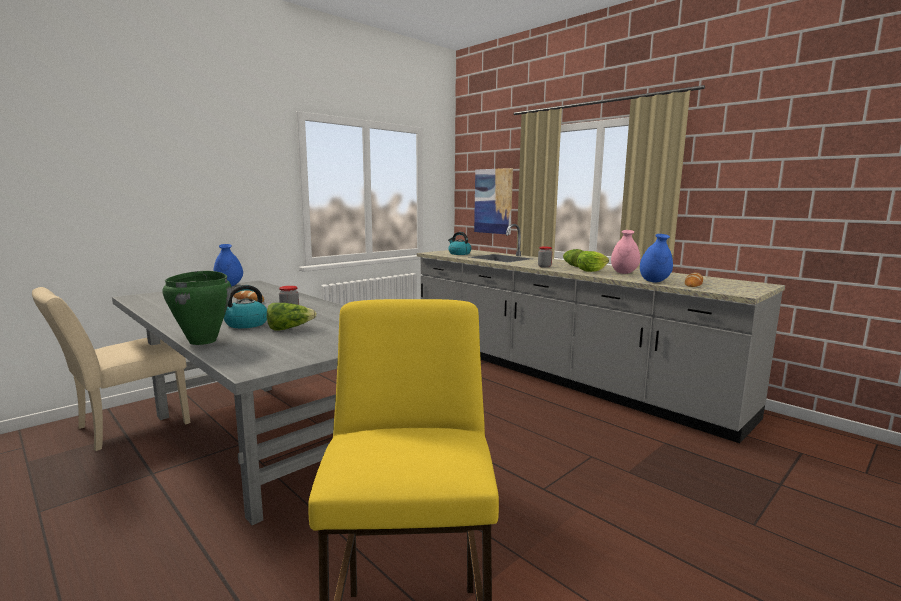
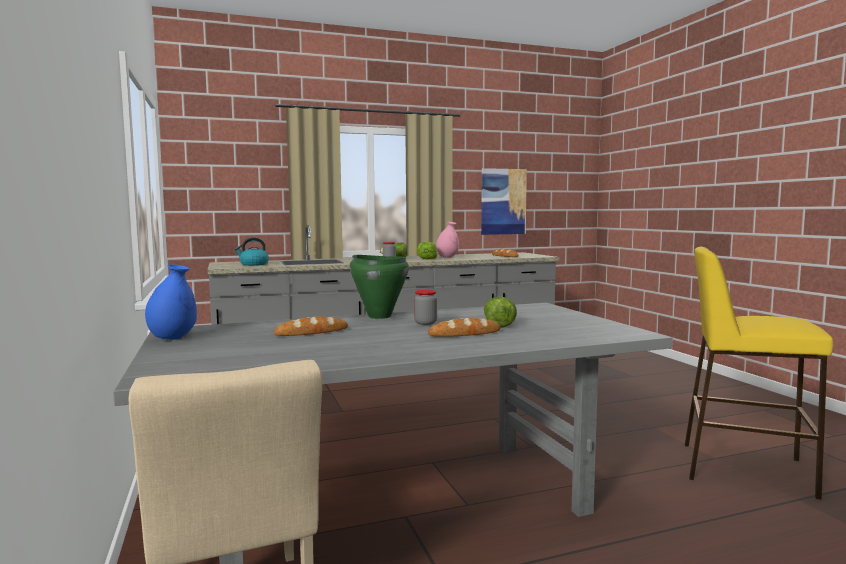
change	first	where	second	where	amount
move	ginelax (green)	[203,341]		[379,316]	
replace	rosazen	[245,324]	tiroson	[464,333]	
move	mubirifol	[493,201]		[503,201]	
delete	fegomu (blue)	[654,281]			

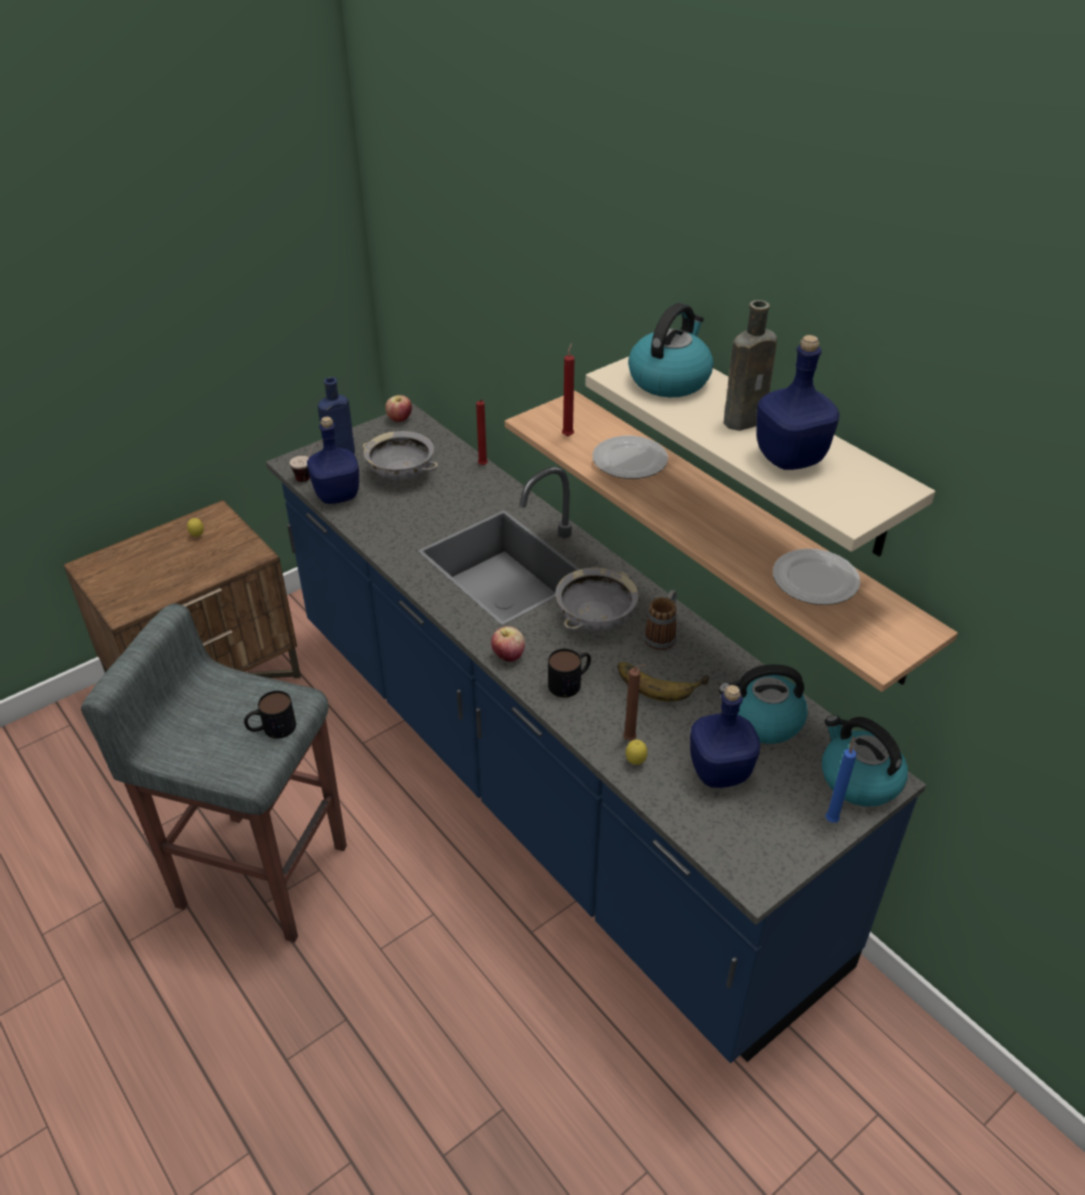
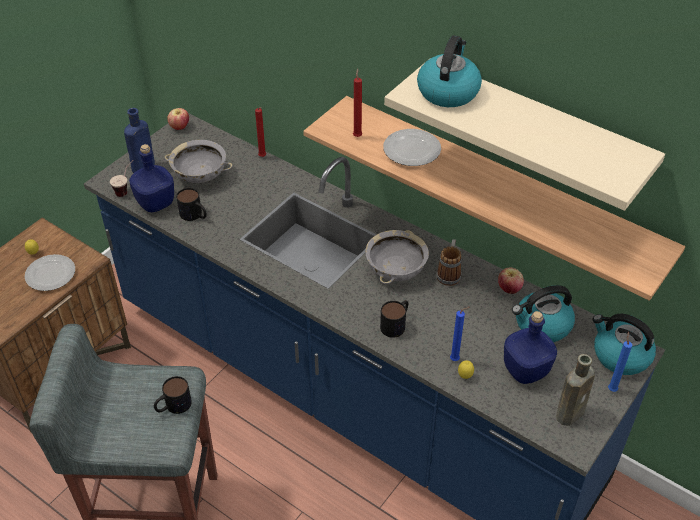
change	first	where	second	where	amount
move	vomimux	[816,580]		[51,274]	
insert			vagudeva	[194,215]	
recolor	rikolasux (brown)	[631,739]	rikolasux (blue)	[456,359]	
move	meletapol	[508,656]		[509,289]	
move	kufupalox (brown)	[747,420]		[571,412]	
delete	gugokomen	[660,679]			
delete	kufupalox (blue)	[791,457]			

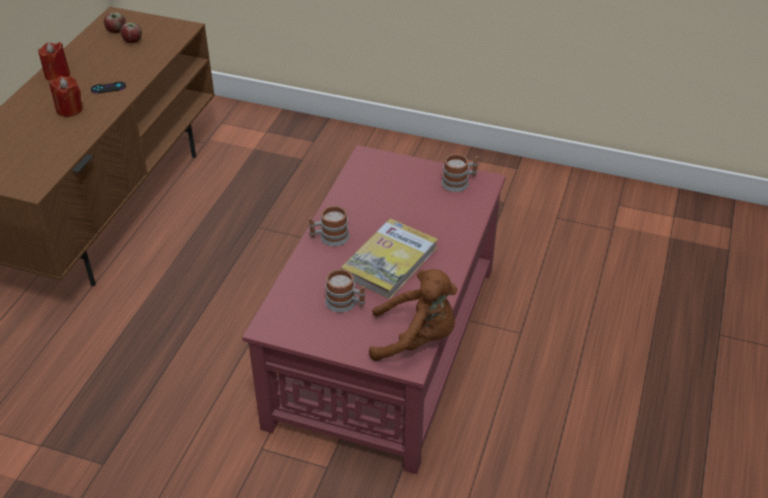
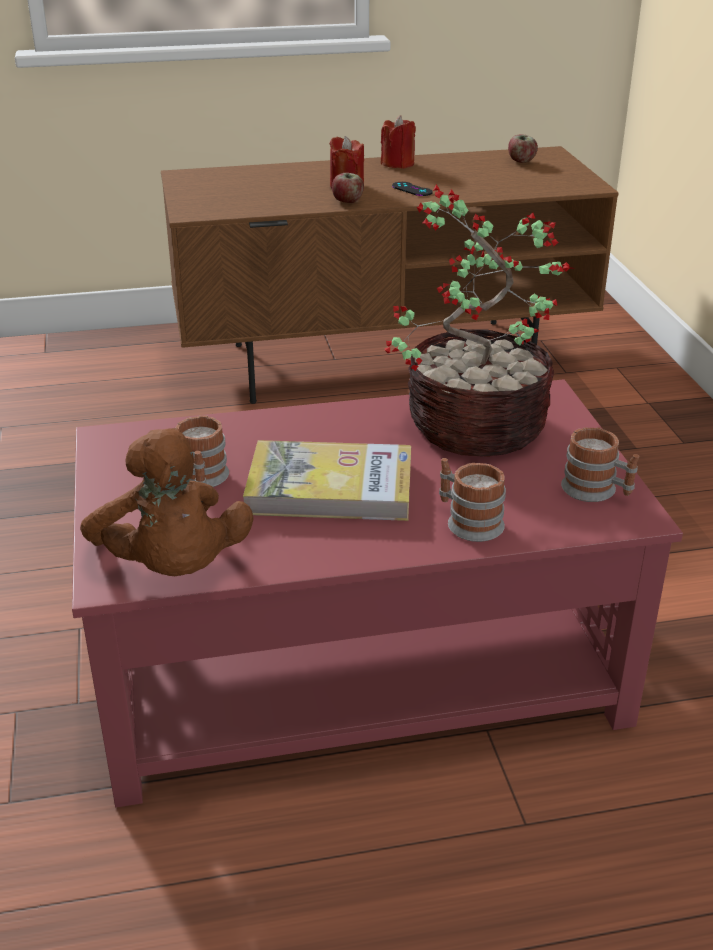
change	first	where	second	where	amount
move	meletapol	[133,41]		[348,202]	
insert			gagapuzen	[471,426]	
move	vagudeva	[329,238]		[468,521]	

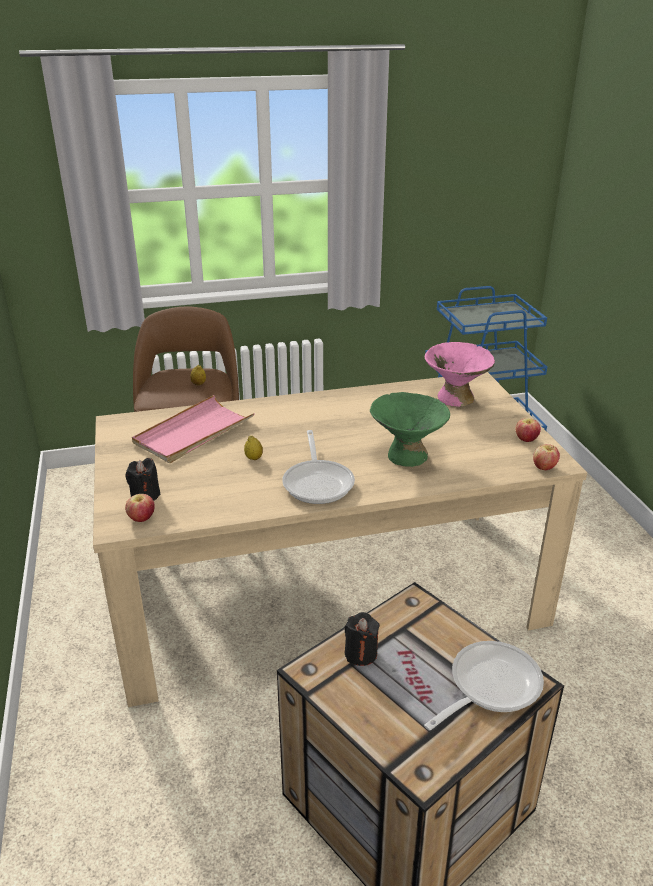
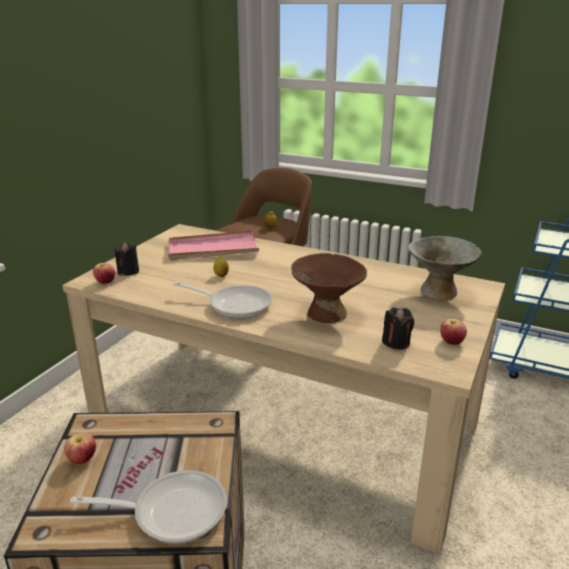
change	first	where	second	where	amount
move	meletapol	[544,467]		[82,459]	
rotate	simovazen	[318,482]		[235,304]	105 degrees counterclockwise
recolor	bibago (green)	[407,455]	bibago (brown)	[327,313]	
move	rikolasux (black)	[361,653]		[396,342]	
recolor	bibago (pink)	[455,398]	bibago (grey)	[439,291]	

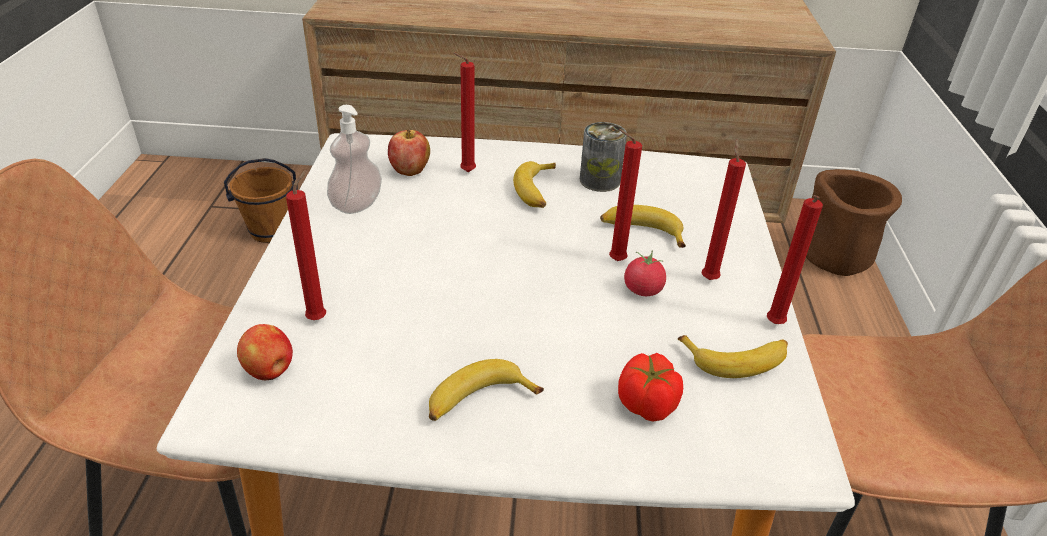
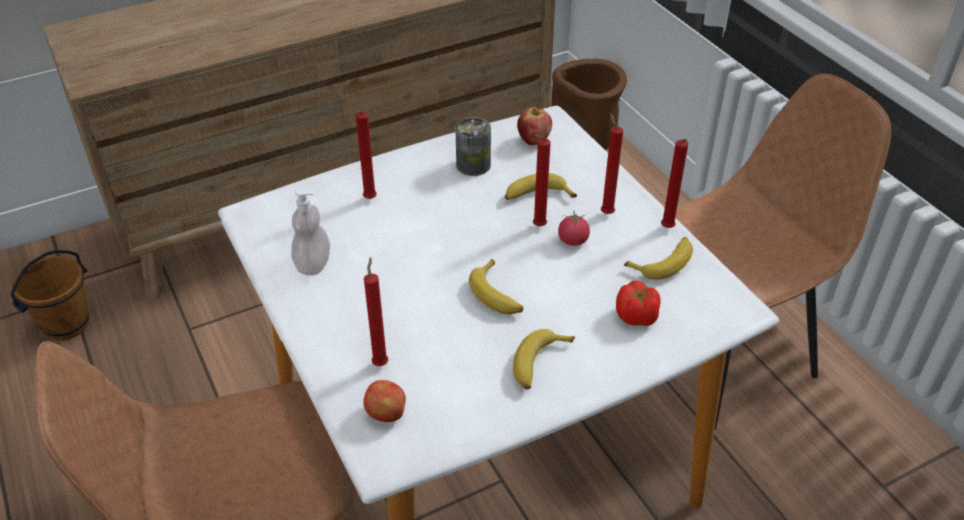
change	first	where	second	where	amount
move	gugokomen	[537,191]		[497,295]	
move	meletapol	[410,171]		[533,141]	

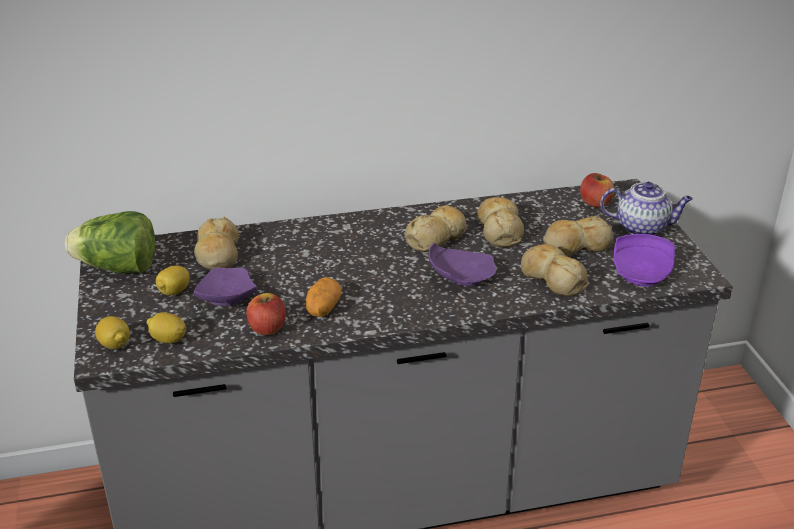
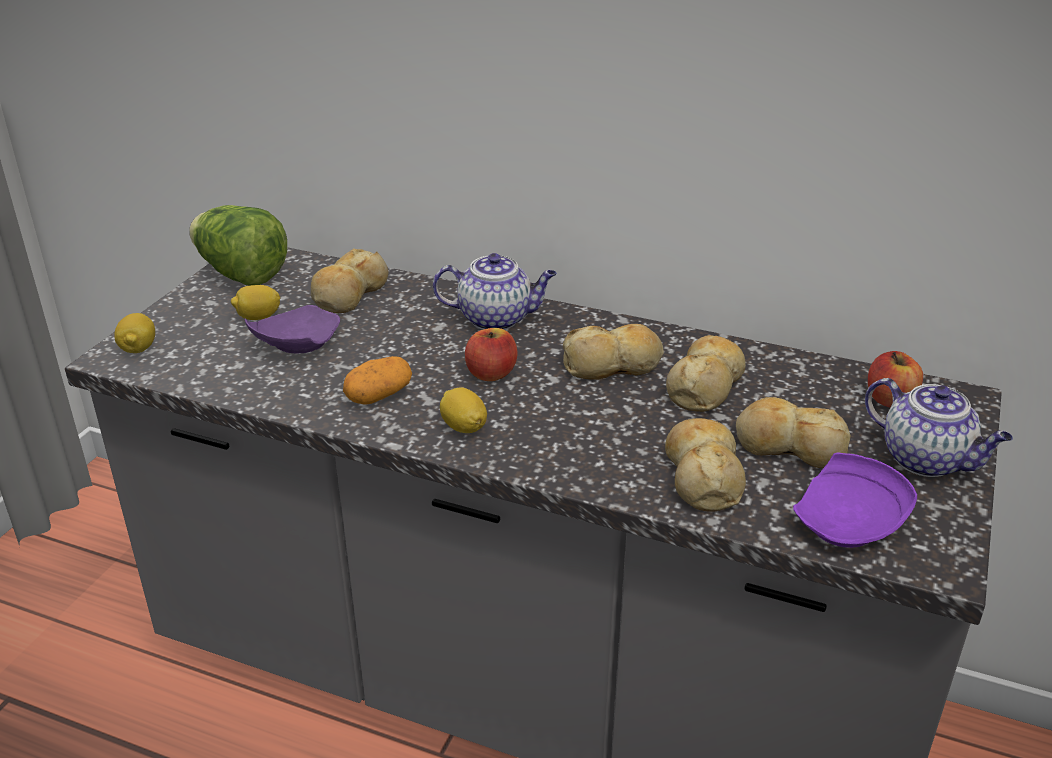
change	first	where	second	where	amount
insert			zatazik	[496,318]	
move	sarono	[168,339]		[463,427]	
move	meletapol	[267,328]		[491,373]	
delete	vomimux (purple)	[460,276]			

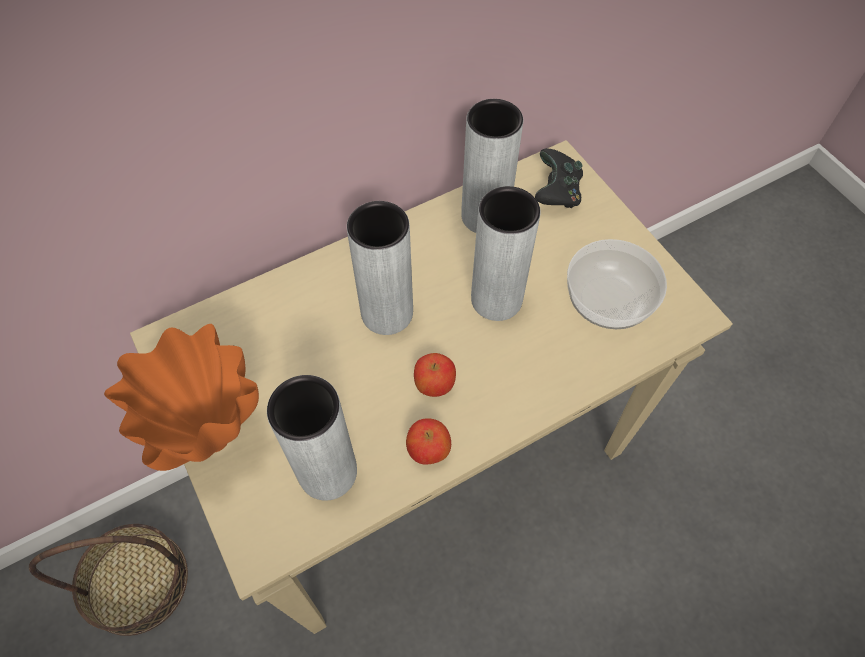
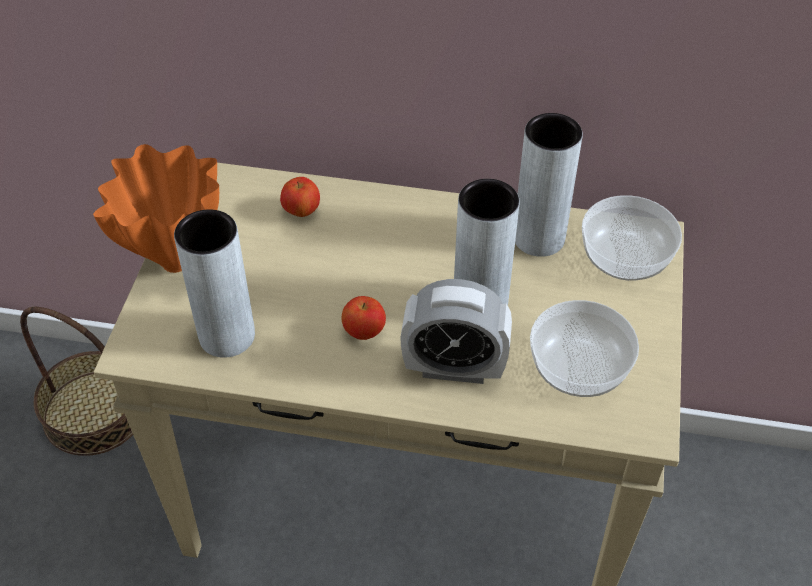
change	first	where	second	where	amount
move	meletapol	[428,450]		[301,211]	
insert			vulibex	[454,368]	
replace	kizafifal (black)	[557,192]	bibago	[625,257]	
delete	fegomu (grey)	[387,313]			

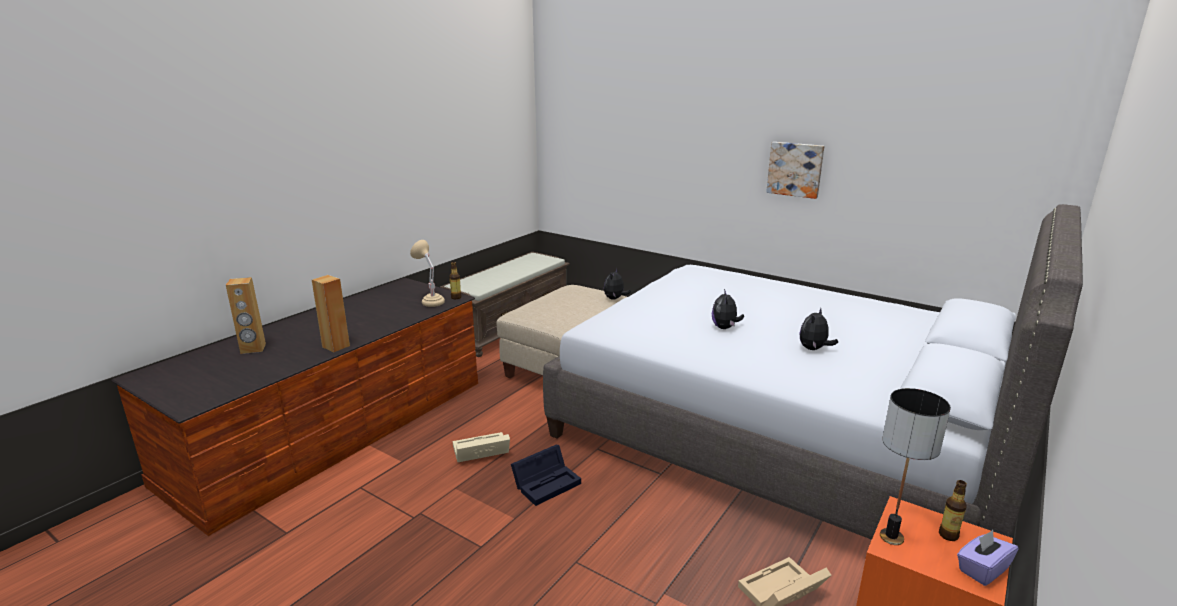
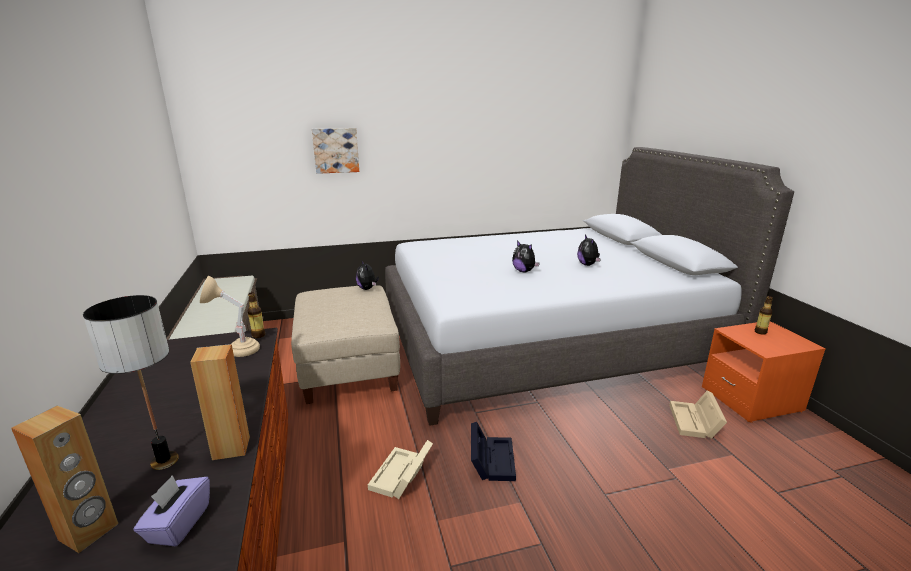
change	first	where	second	where	amount
move	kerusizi	[891,537]		[164,461]	
move	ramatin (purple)	[982,569]		[178,524]	
move	mubirifol	[795,169]		[336,150]	

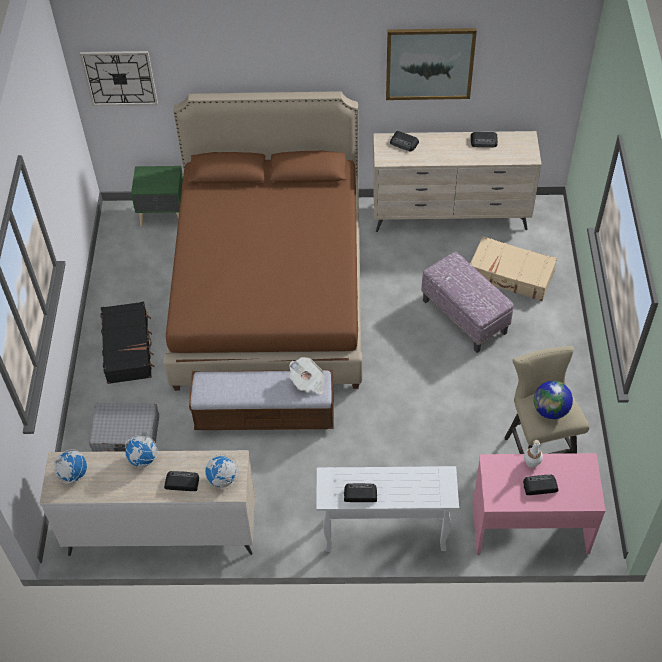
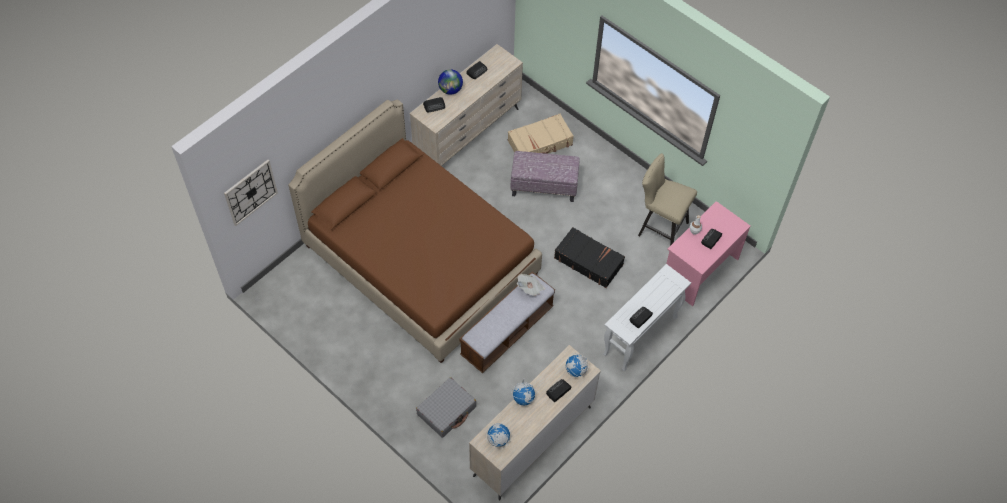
change	first	where	second	where	amount
move	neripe	[550,410]		[450,90]	
move	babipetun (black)	[128,348]		[588,261]	
delete	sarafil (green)	[163,215]			
delete	mubirifol	[429,63]			

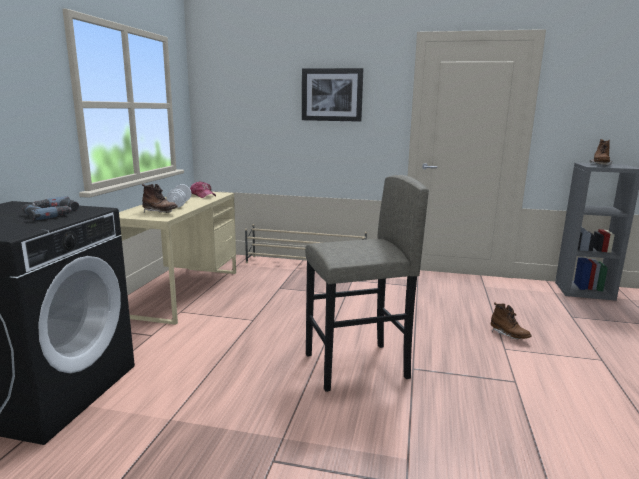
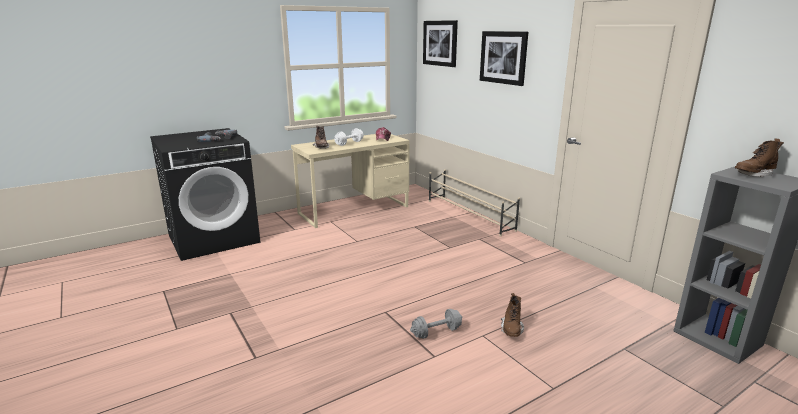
change	first	where	second	where	amount
insert			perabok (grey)	[436,332]	
insert			mubirifol	[440,43]	
delete	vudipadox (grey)	[356,367]			

